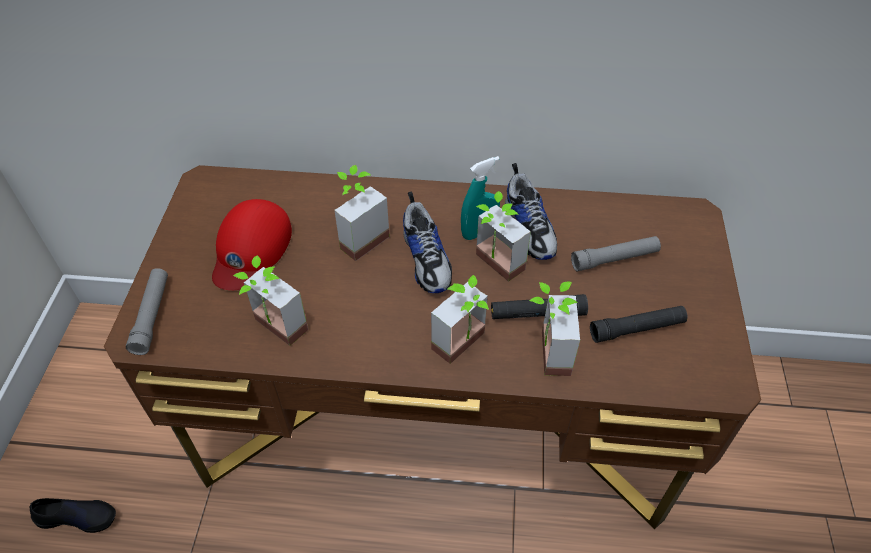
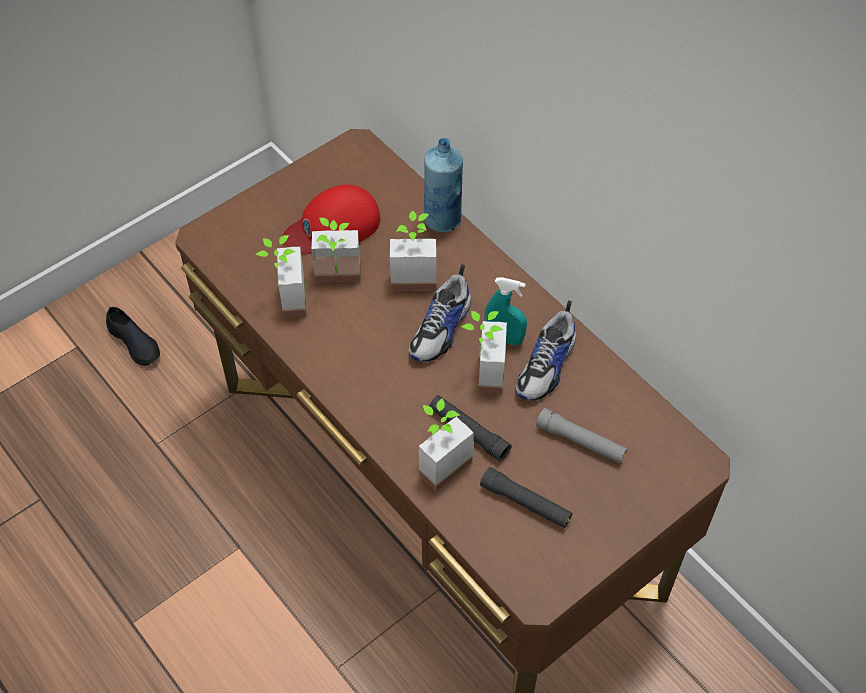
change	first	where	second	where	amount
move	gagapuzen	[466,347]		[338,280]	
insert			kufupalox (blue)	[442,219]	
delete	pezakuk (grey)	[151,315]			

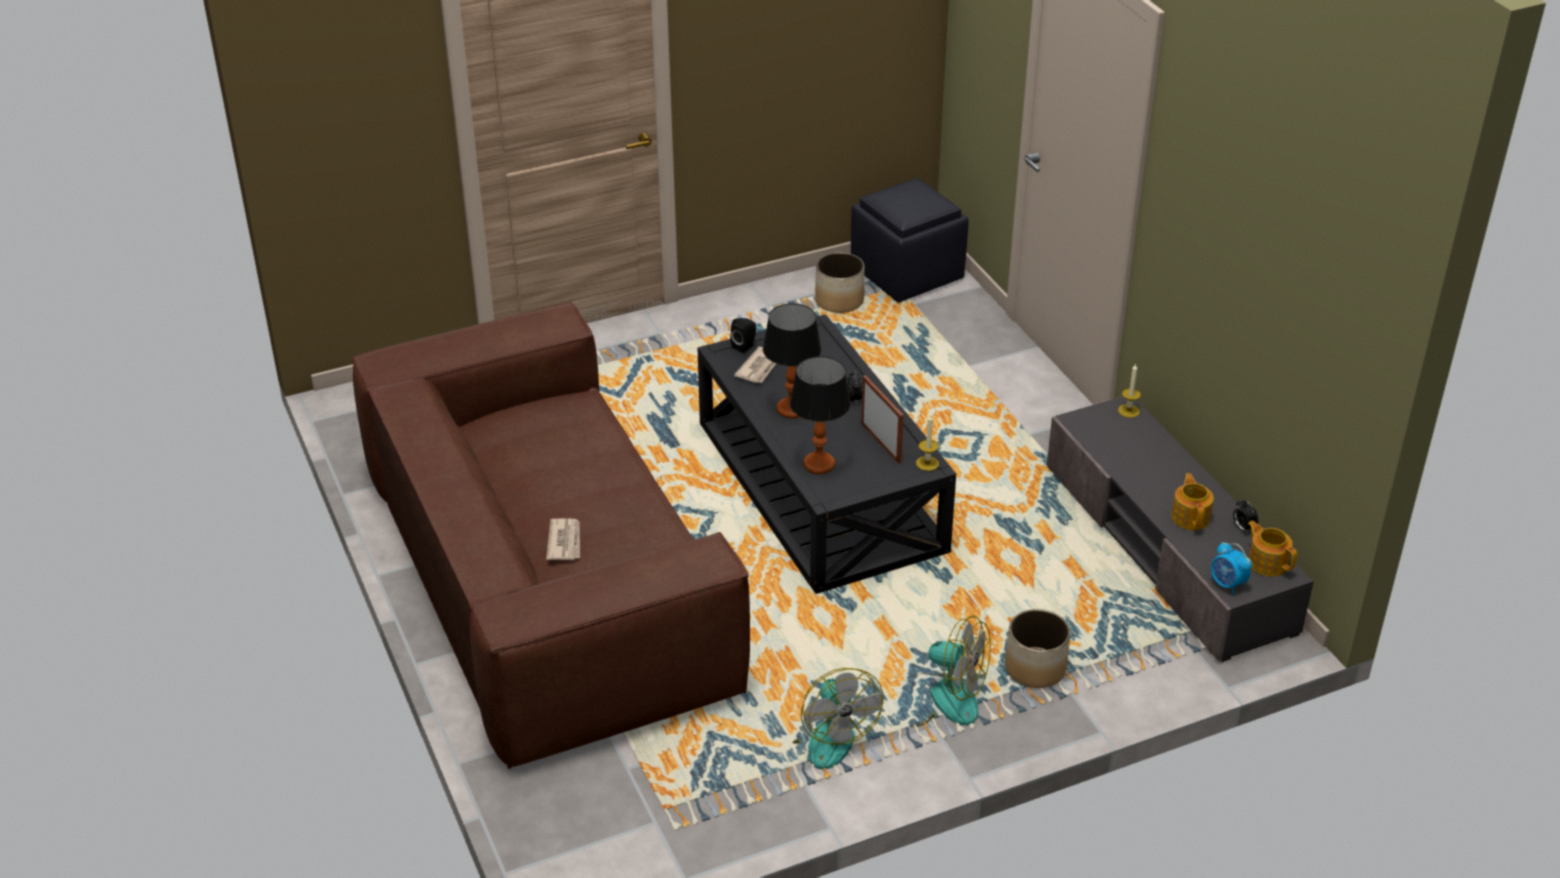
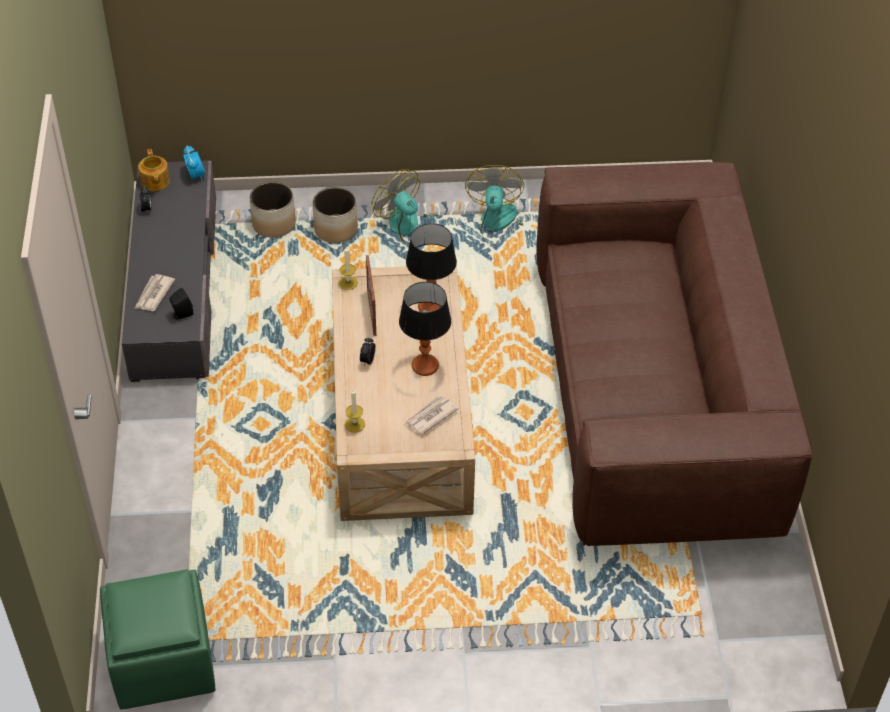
change	first	where	second	where	amount
recolor	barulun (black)	[908,273]	barulun (green)	[162,661]	
move	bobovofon	[565,541]		[153,294]	
move	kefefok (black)	[745,346]		[181,314]	
move	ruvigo	[840,301]		[273,223]	
recolor	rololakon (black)	[818,487]	rololakon (beige)	[402,417]	
move	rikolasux	[1129,411]		[355,424]	
delete	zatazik	[1190,517]			

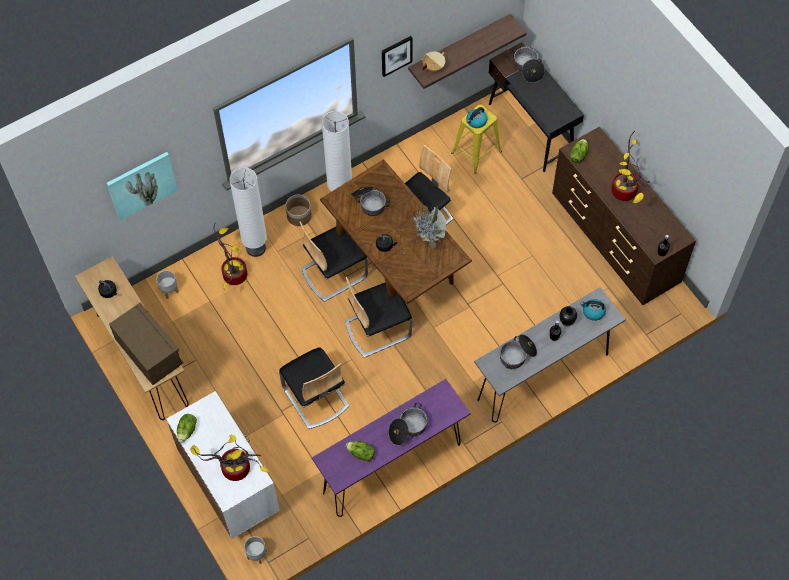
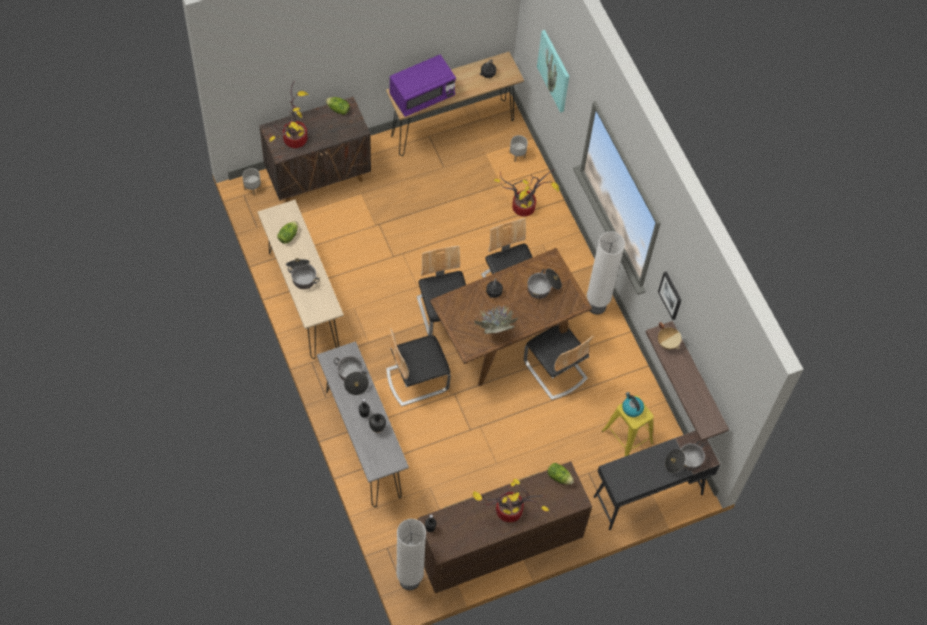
change	first	where	second	where	amount
recolor	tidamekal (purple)	[392,468]	tidamekal (beige)	[303,300]	
recolor	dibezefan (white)	[229,486]	dibezefan (brown)	[318,176]	
move	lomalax	[315,397]		[416,379]	
recolor	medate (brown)	[149,352]	medate (purple)	[422,96]	
move	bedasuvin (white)	[255,248]		[409,580]	
delete	ruvigo	[299,216]			
delete	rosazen	[593,312]			

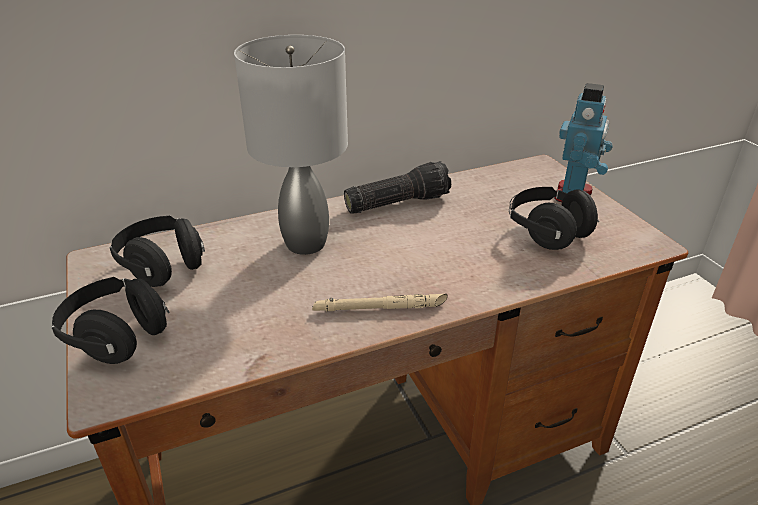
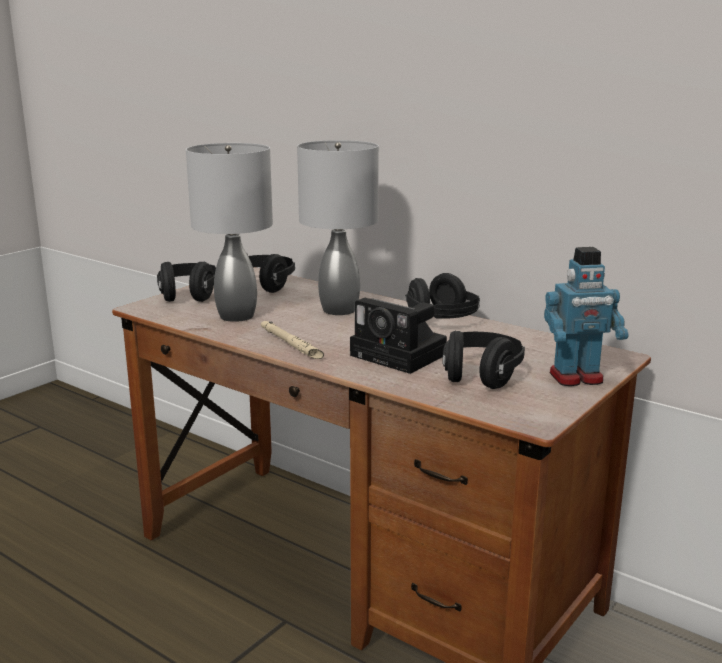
change	first	where	second	where	amount
insert			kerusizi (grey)	[238,316]	
insert			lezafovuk	[402,356]	
replace	pezakuk	[397,202]	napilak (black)	[442,321]	

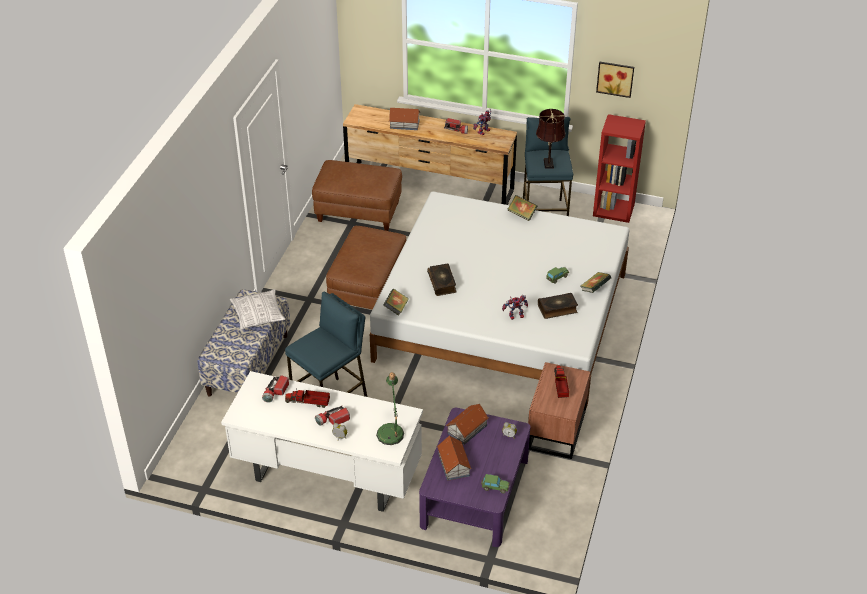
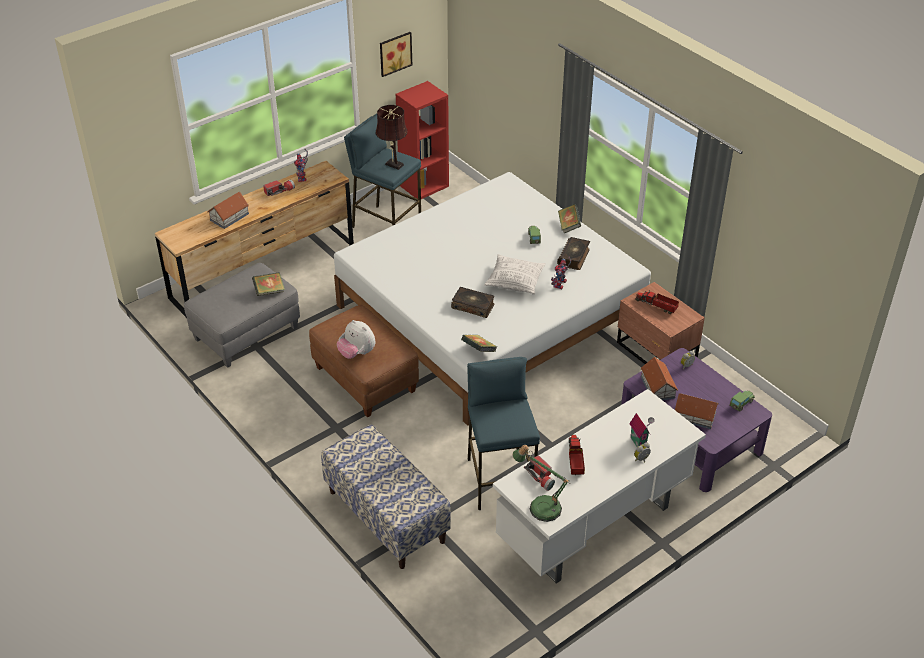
change	first	where	second	where	amount
recolor	barulun (brown)	[359,212]	barulun (grey)	[246,333]	
move	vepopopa	[522,214]		[269,291]	
insert			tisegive	[357,353]	
move	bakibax	[258,316]		[515,281]	
move	kerusizi	[391,430]		[540,506]	
rotate	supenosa	[308,402]		[575,460]	135 degrees clockwise
insert			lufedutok	[639,442]	
delete	pezakuk	[332,420]			

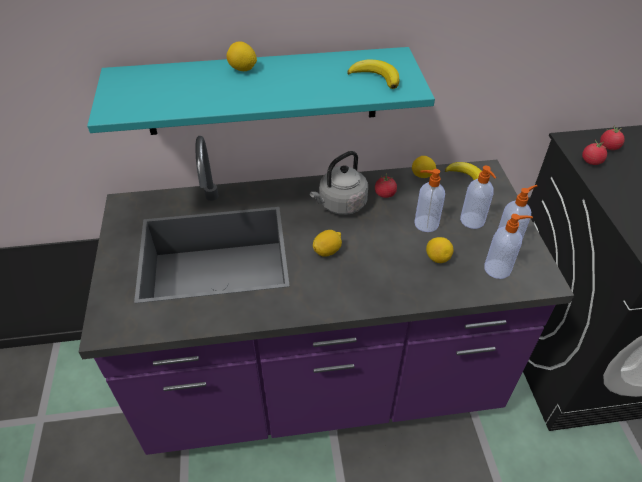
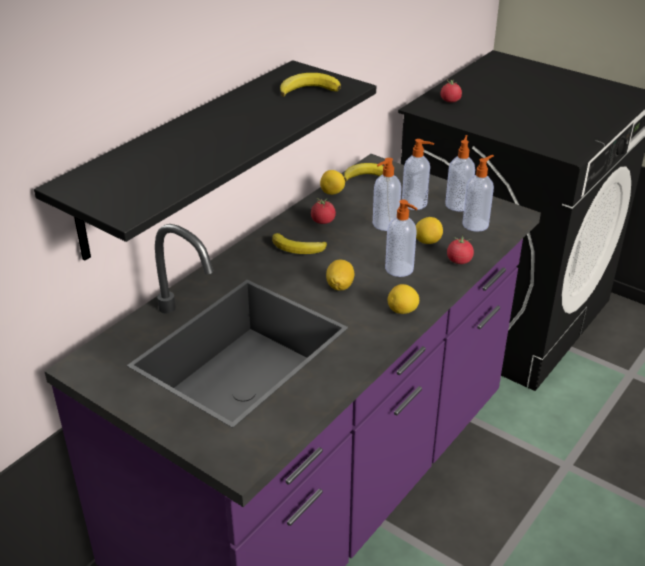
change	first	where	second	where	amount
recolor	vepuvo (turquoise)	[262,92]	vepuvo (black)	[184,157]	
replace	rosazen (grey)	[340,204]	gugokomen	[298,248]	
insert			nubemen	[400,269]	
move	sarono	[242,69]		[402,311]	
move	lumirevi	[591,161]		[459,261]	

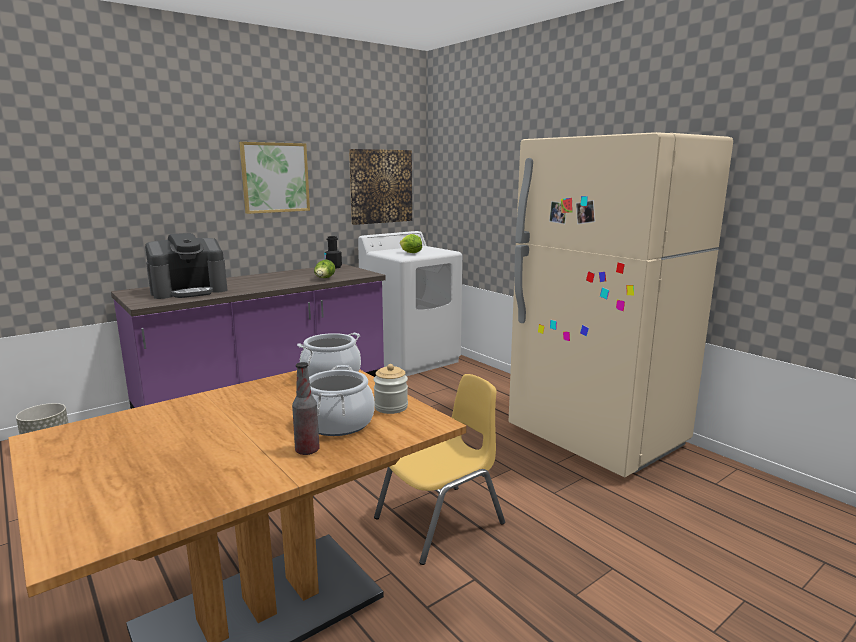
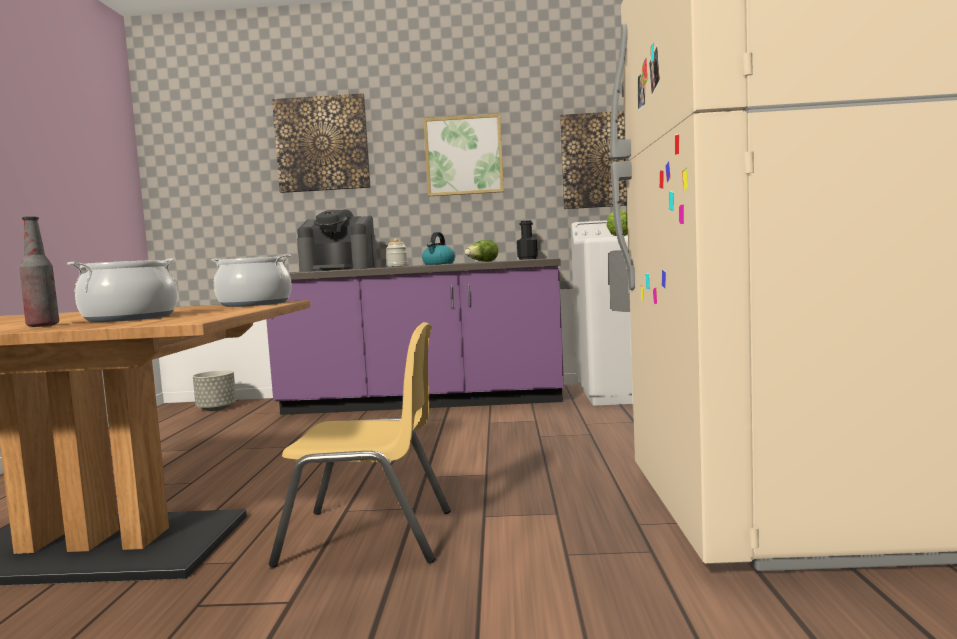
change	first	where	second	where	amount
insert			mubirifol	[322,144]	
move	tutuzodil	[391,407]		[397,266]	
insert			rosazen	[439,264]	

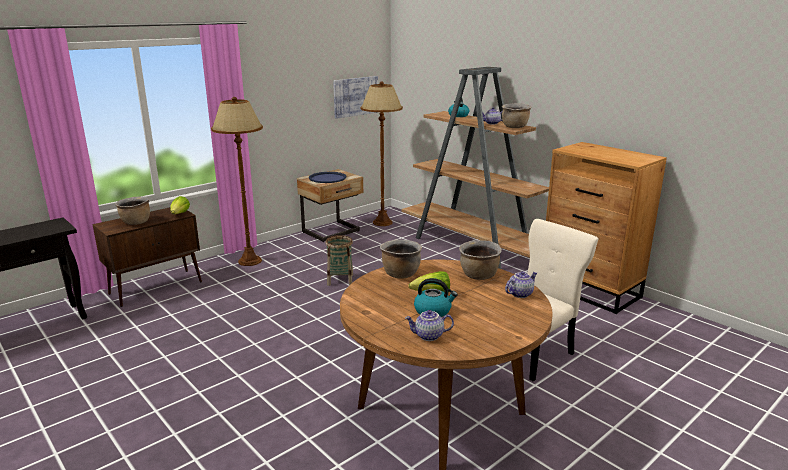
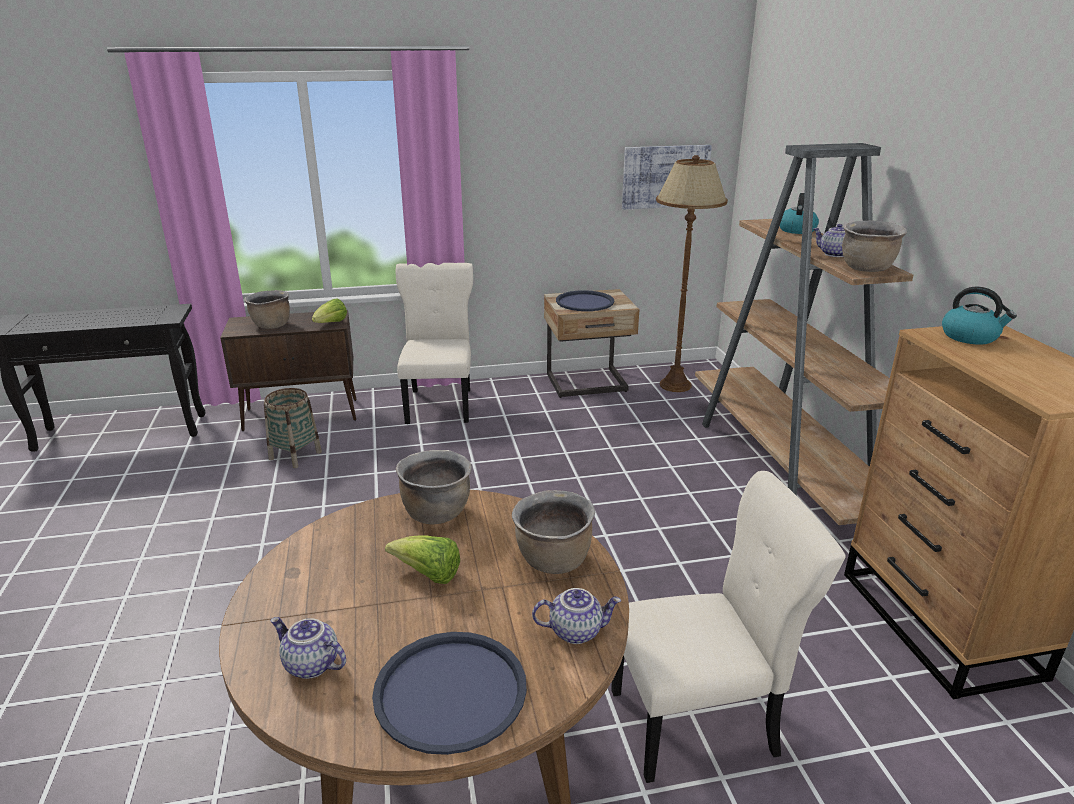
change	first	where	second	where	amount
move	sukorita	[340,280]		[295,455]	
insert			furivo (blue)	[450,691]	
replace	bedasuvin (brown)	[250,261]	lomalax (beige)	[440,404]	
move	rosazen	[433,311]		[970,337]	

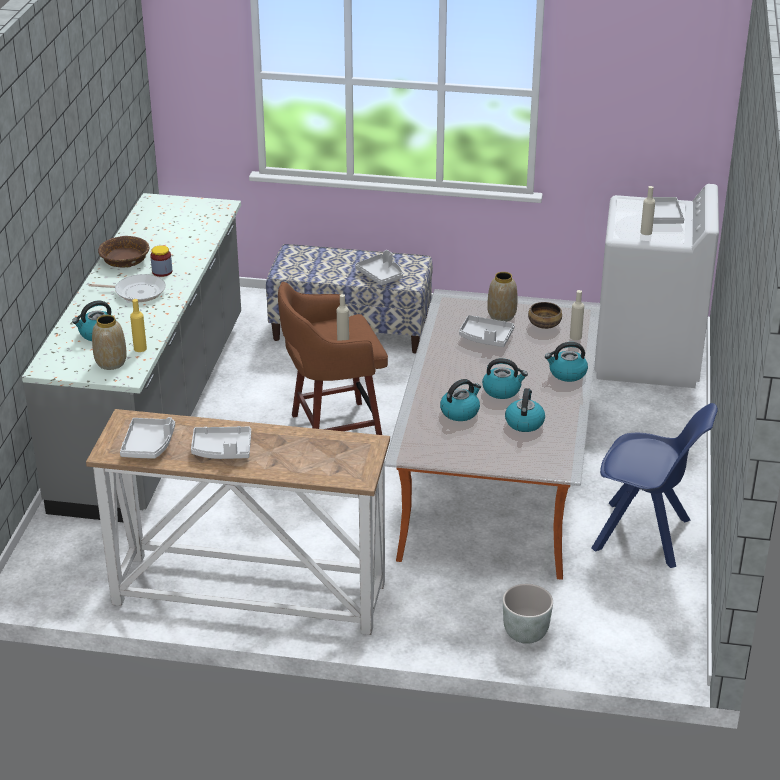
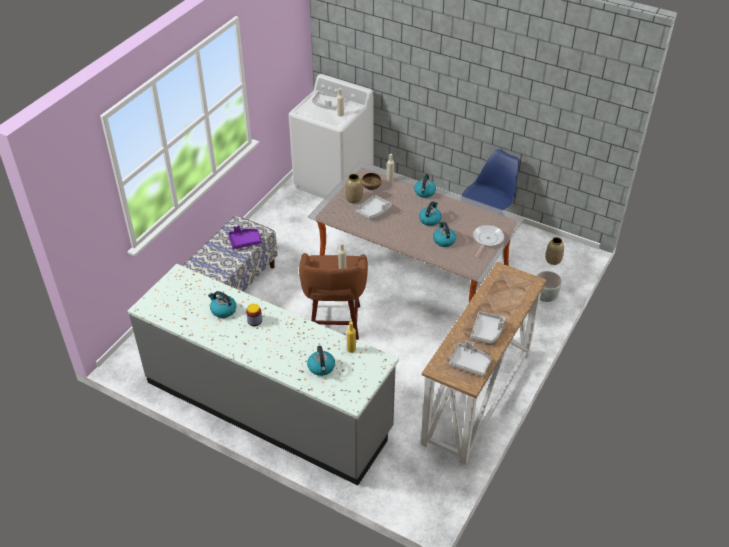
change	first	where	second	where	amount
move	rosazen	[524,422]		[223,310]	
recolor	furivo (grey)	[381,275]	furivo (purple)	[245,241]	
move	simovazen	[137,292]		[487,239]	
move	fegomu	[111,363]		[553,260]	
delete	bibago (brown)	[125,260]			

